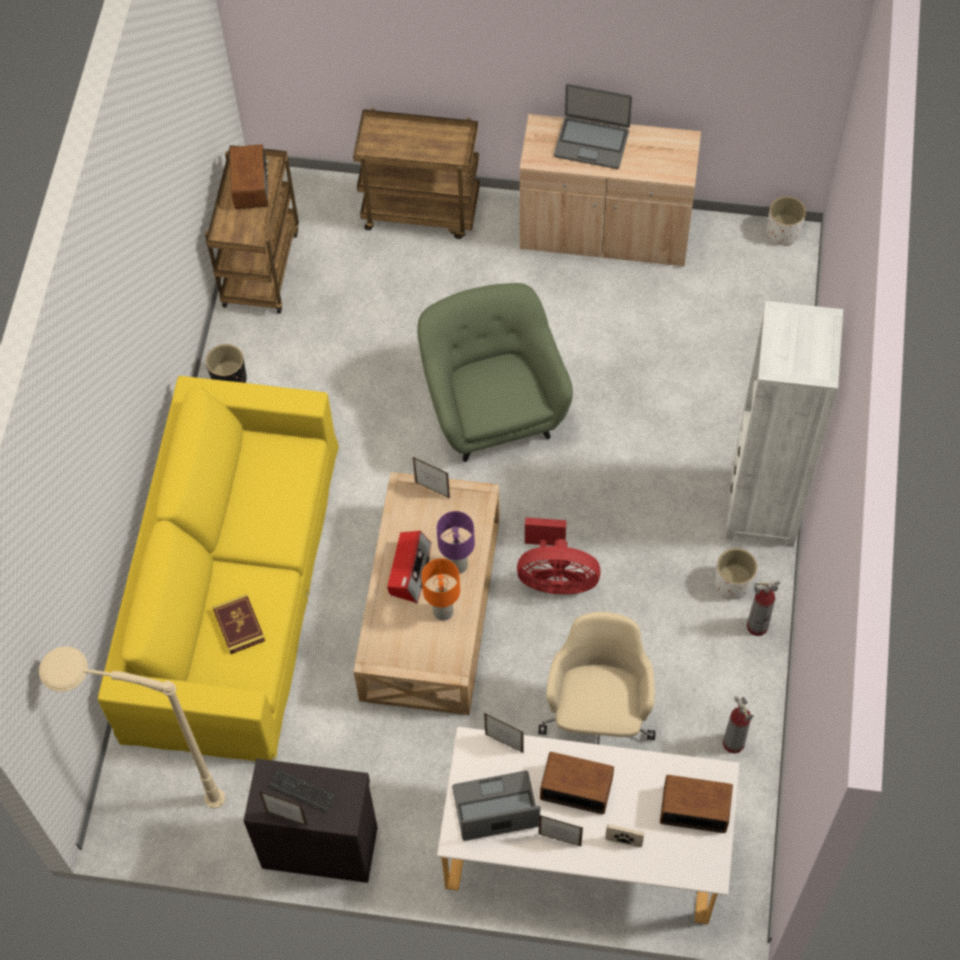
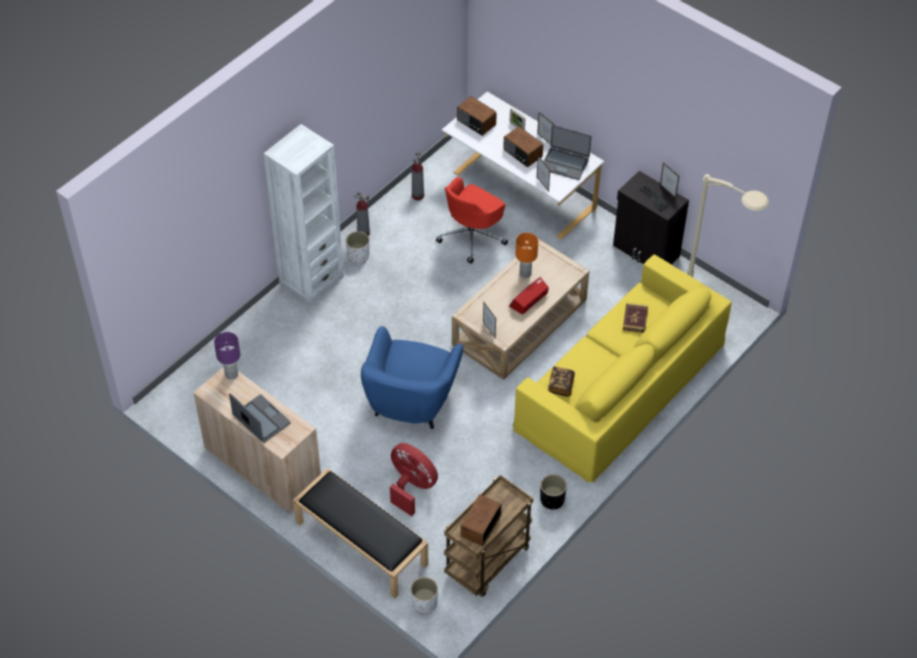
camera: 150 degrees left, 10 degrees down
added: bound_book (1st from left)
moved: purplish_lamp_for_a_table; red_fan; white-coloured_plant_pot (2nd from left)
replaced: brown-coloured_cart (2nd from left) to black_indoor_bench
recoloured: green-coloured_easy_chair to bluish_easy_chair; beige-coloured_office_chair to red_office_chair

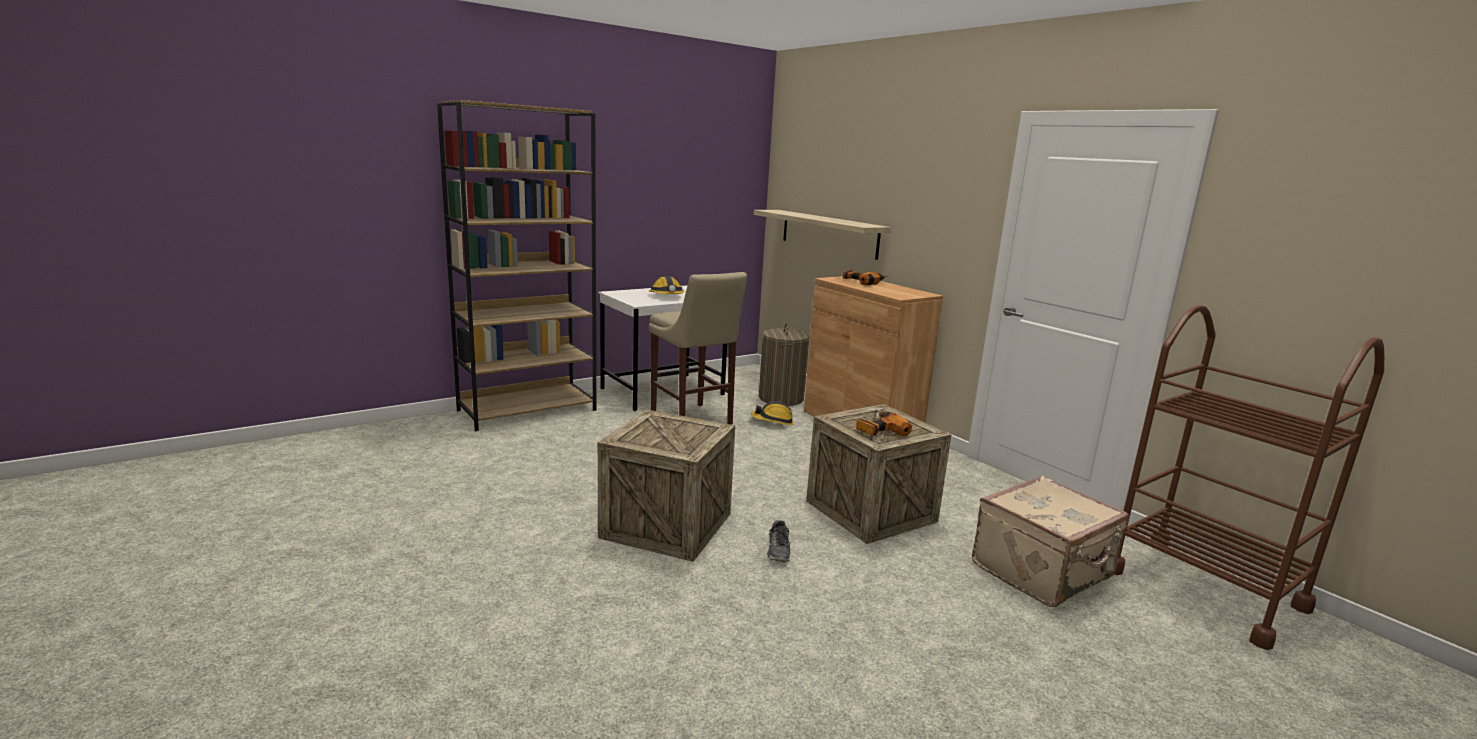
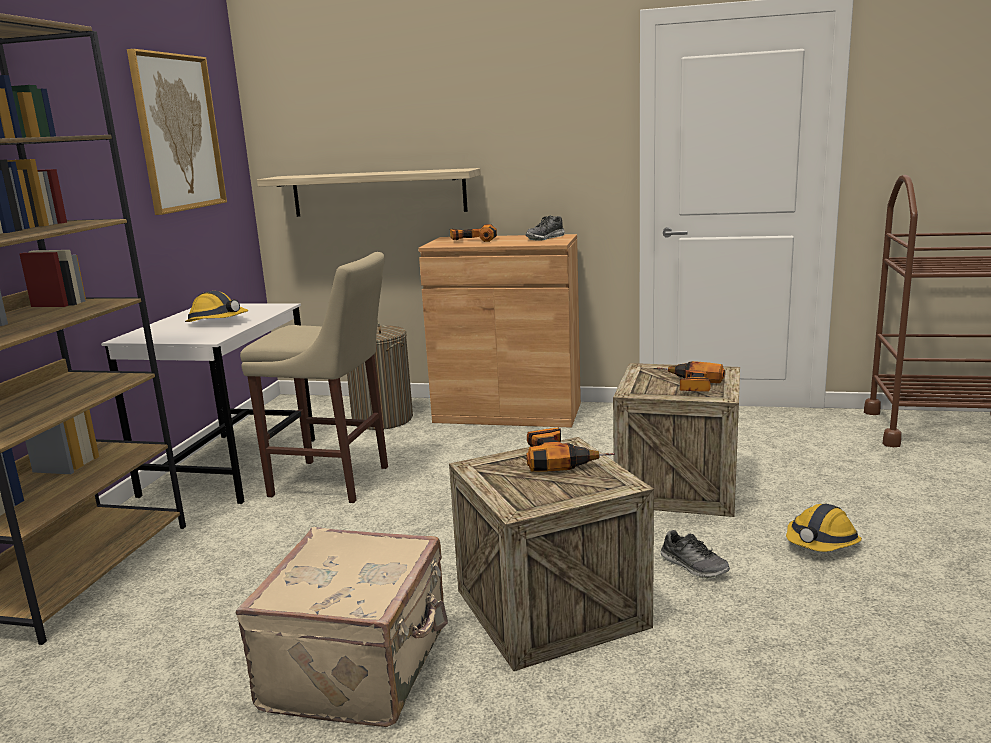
camera: 40 degrees left, 0 degrees up
added: picture; shoe (1st from left); electric_drill (2nd from left)
moved: hard_hat (2nd from left); beige-coloured_piece_of_luggage

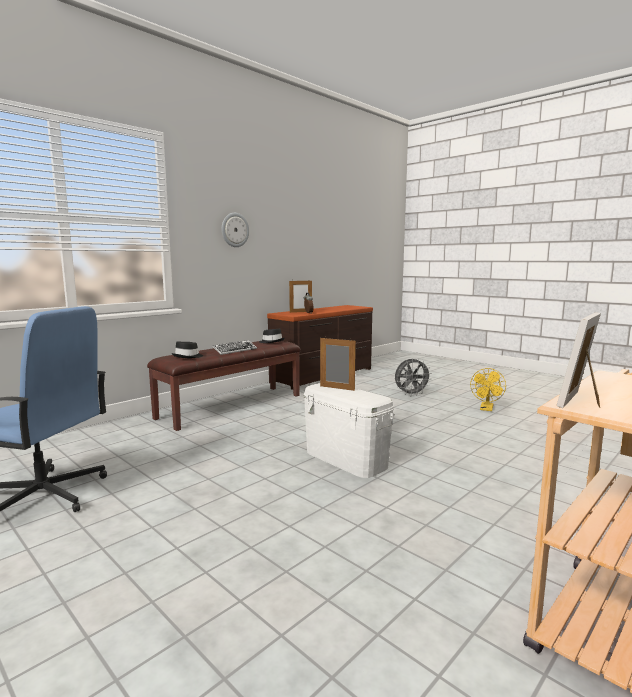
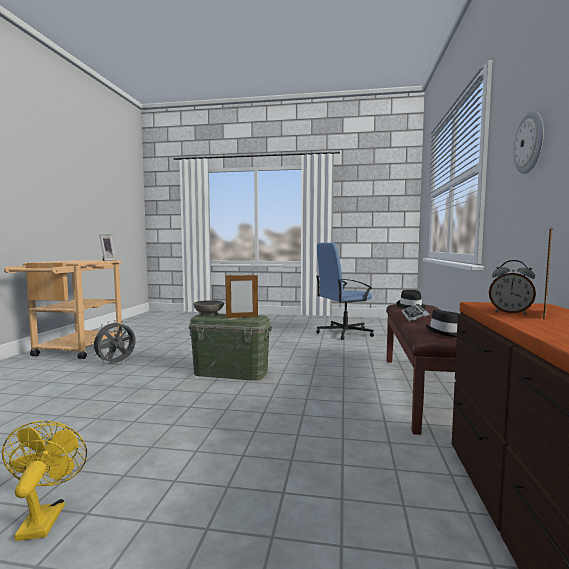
camera: 145 degrees right, 5 degrees down
added: gray_serving_bowl
moved: gray_fan
recoloured: white-coloured_storage_container to green-coloured_storage_container

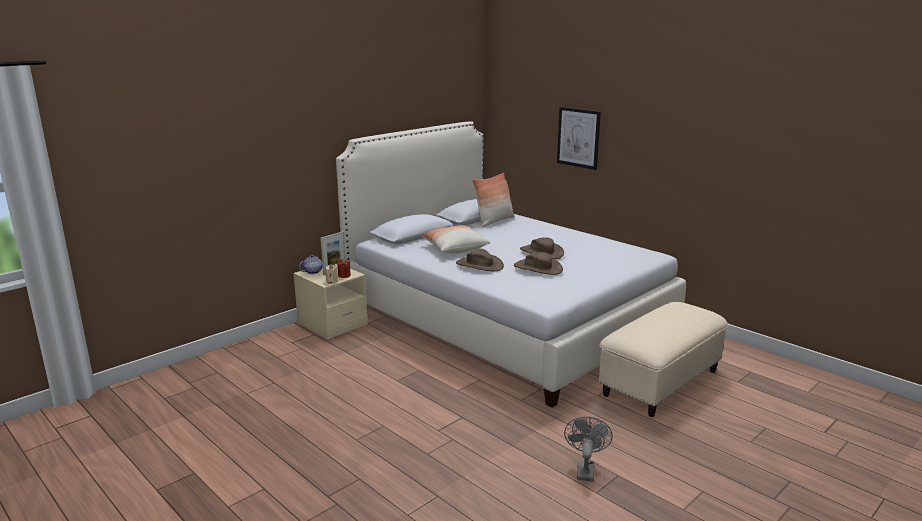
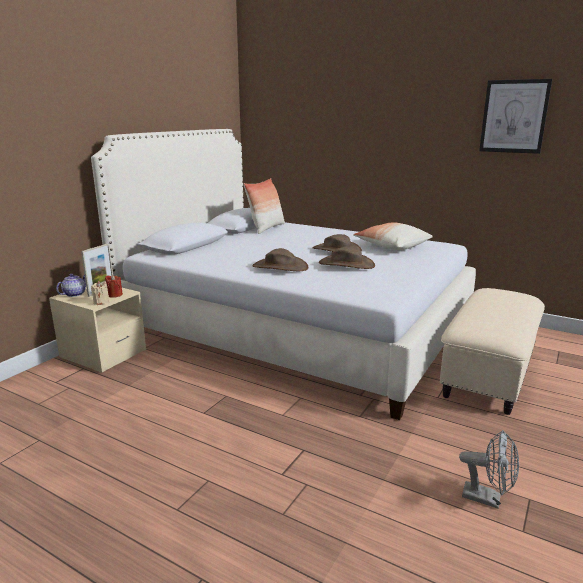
camera: 15 degrees left, 0 degrees up
moved: throw_pillow (1st from left in the first image) to throw_pillow (2nd from left); picture
turned: gray_fan 120 degrees clockwise

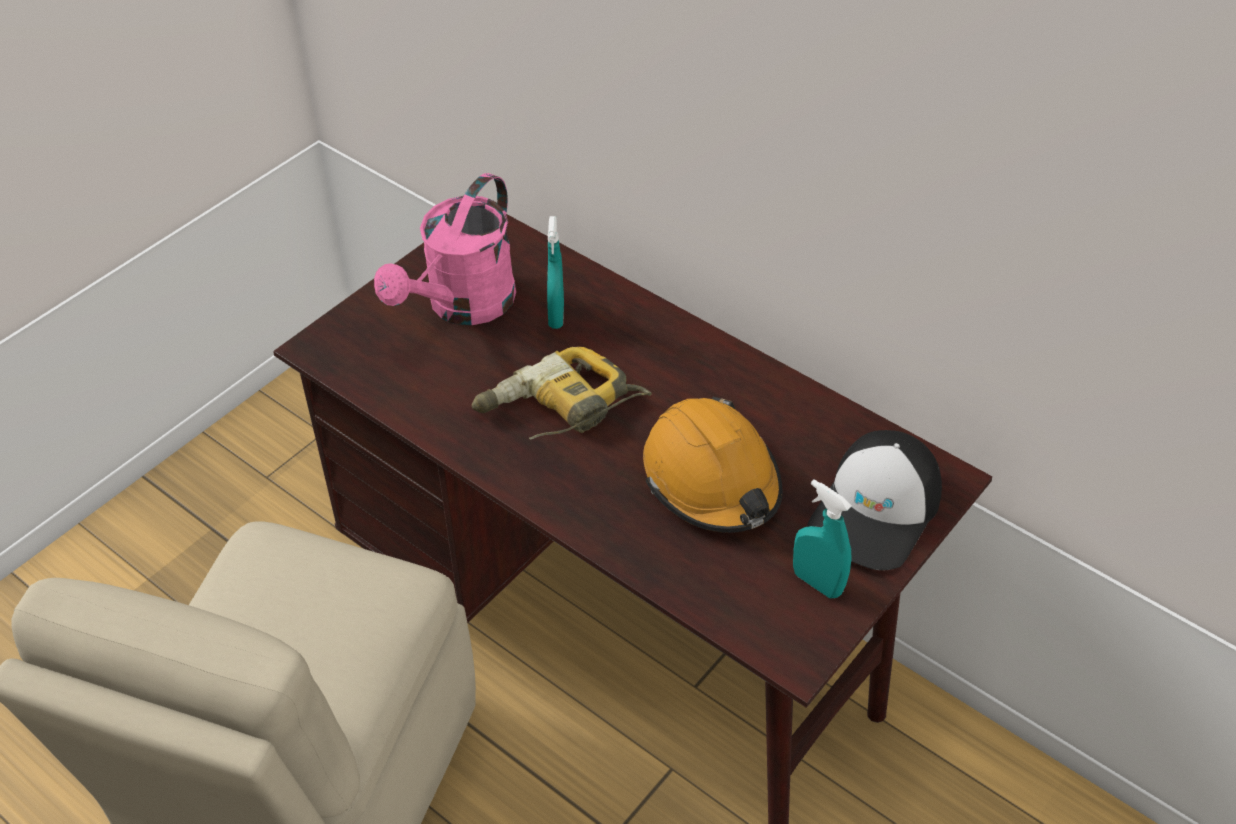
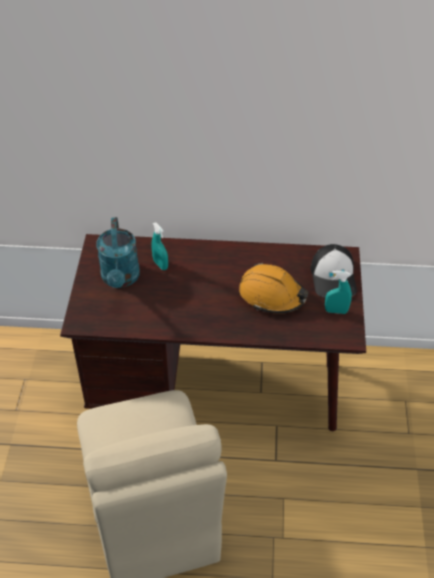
camera: 35 degrees left, 0 degrees up
removed: electric_drill
recoloured: pinkish_sprinkling_can to turquoise-coloured_sprinkling_can

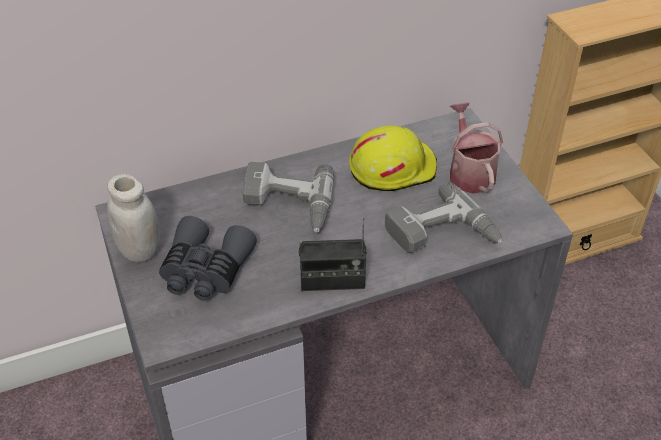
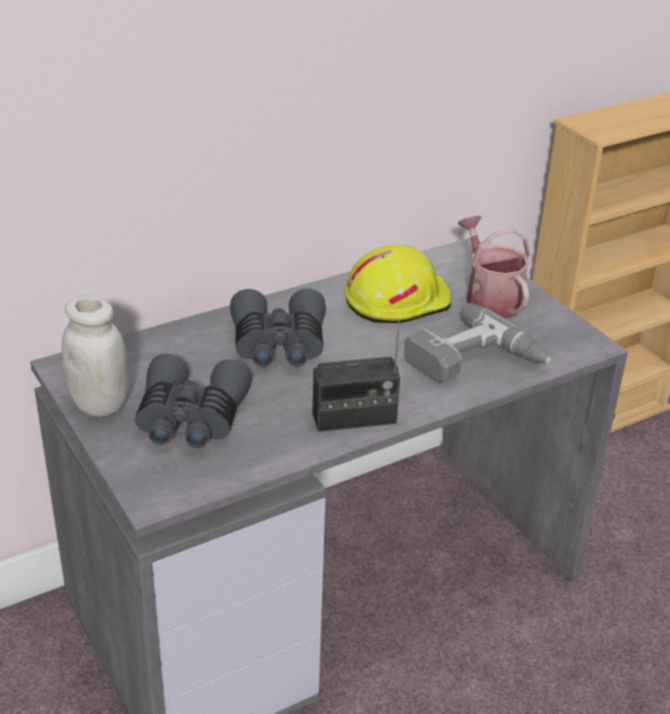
camera: 10 degrees left, 10 degrees down
replaced: electric_drill (1st from left) to gray_binoculars (2nd from left)

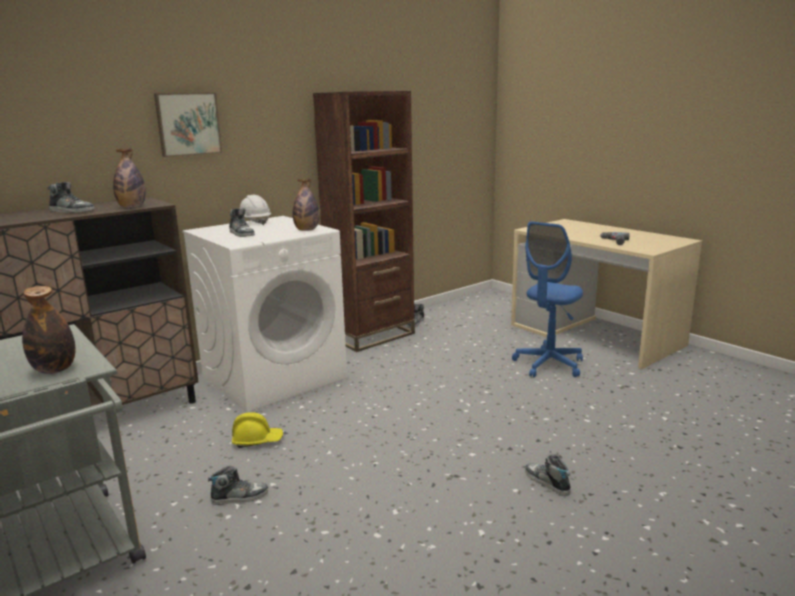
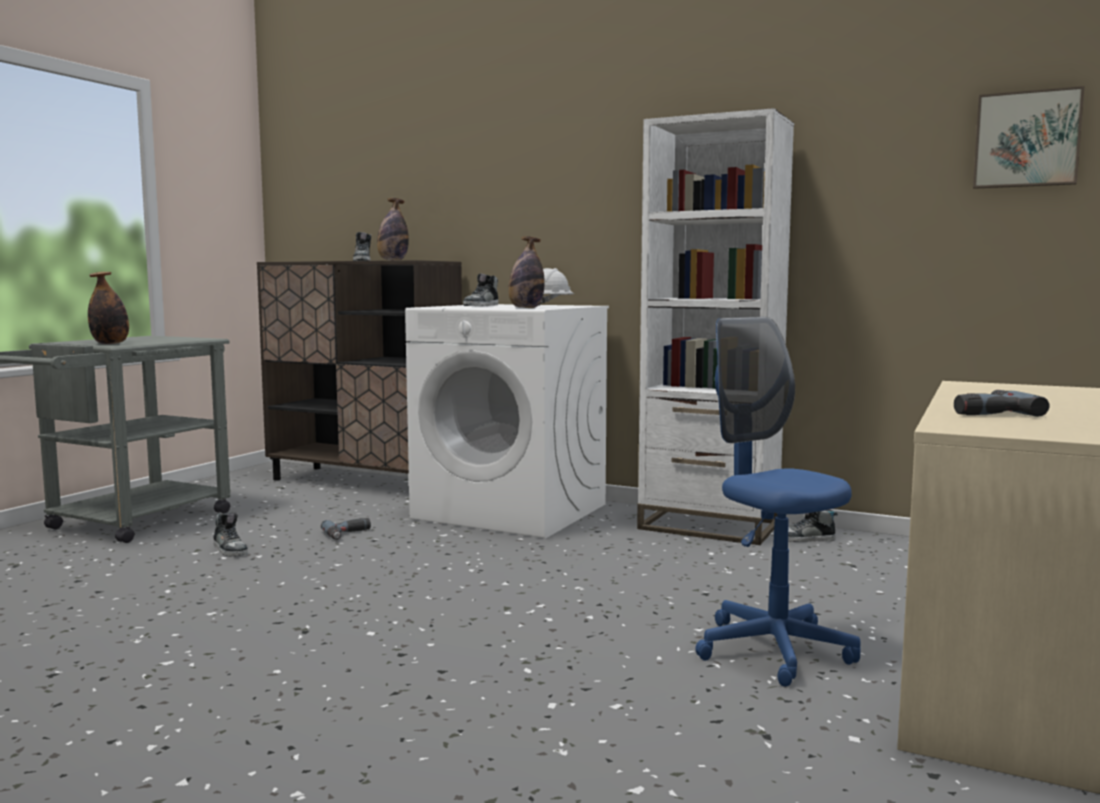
camera: 65 degrees right, 10 degrees down
removed: shoe (5th from left)
moved: picture
replaced: yellowish_hard_hat to electric_drill (1st from left)
recoloured: brown-coloured_bookshelf to white-coloured_bookshelf
turned: bluish_office_chair 45 degrees clockwise

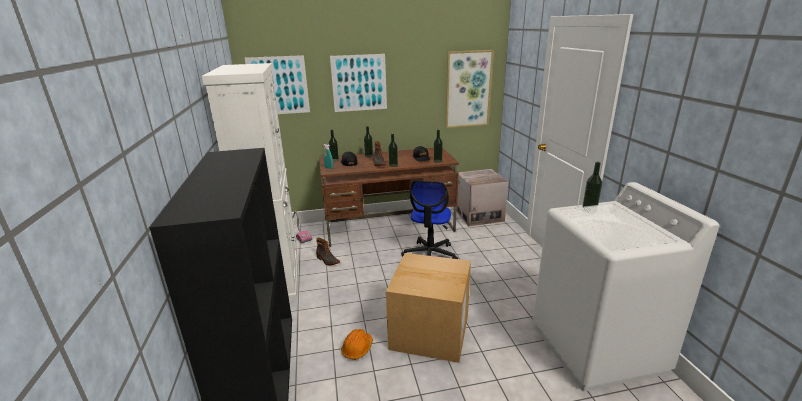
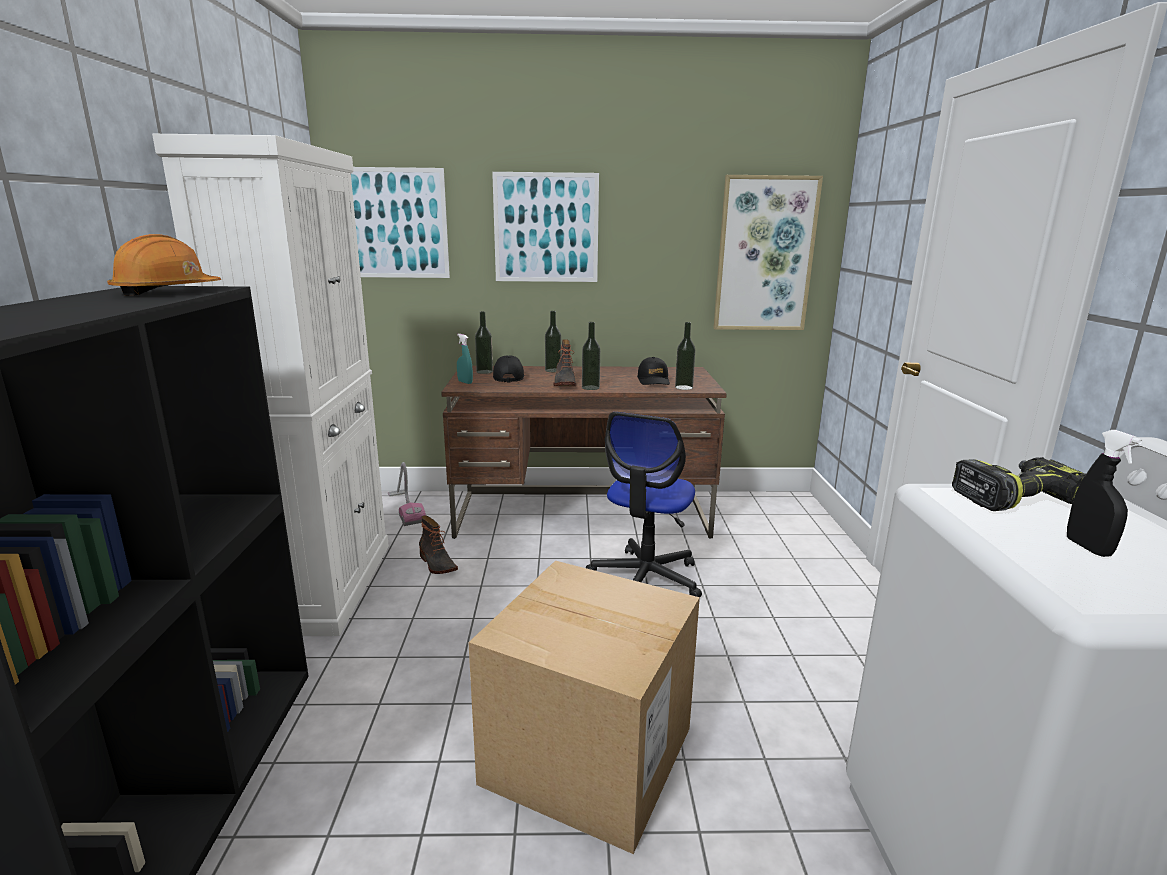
camera: 10 degrees right, 5 degrees down
removed: carton (2nd from left)
added: black_sprayer
moved: orange-coloured_hard_hat
replaced: bottle (5th from left) to electric_drill

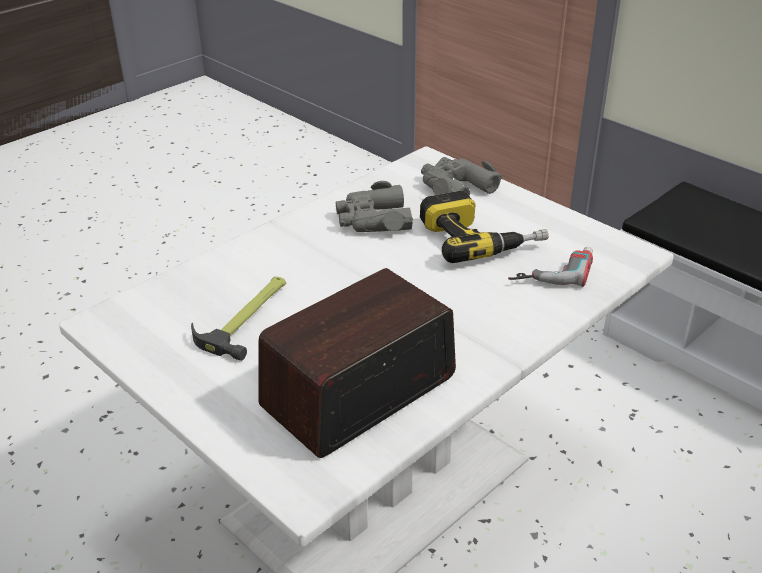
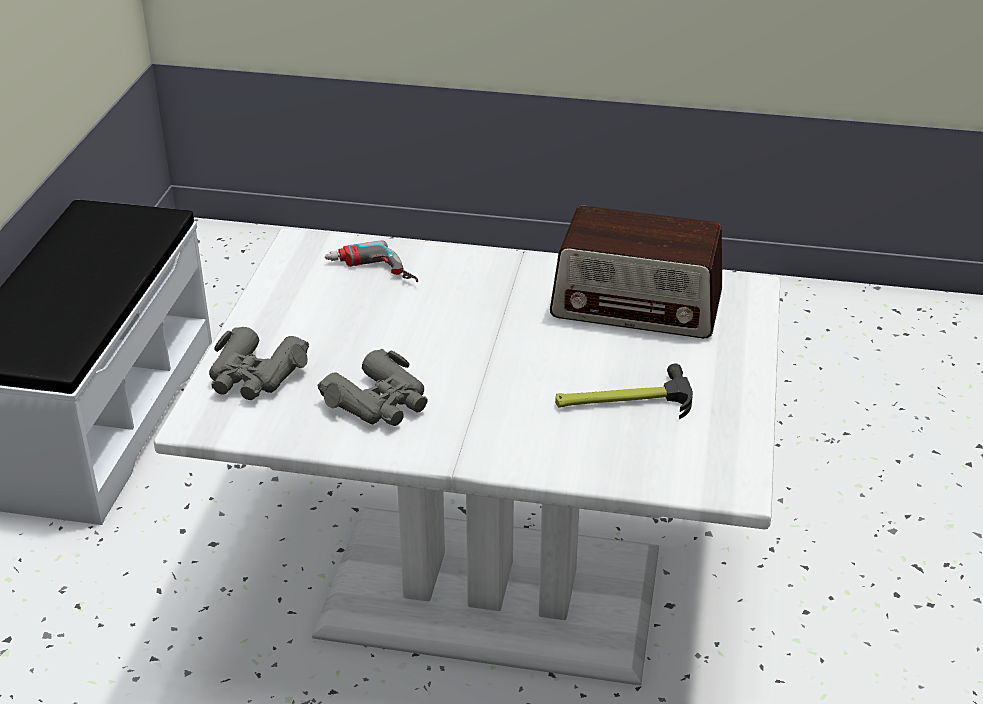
camera: 125 degrees left, 0 degrees up
removed: electric_drill (1st from left)

